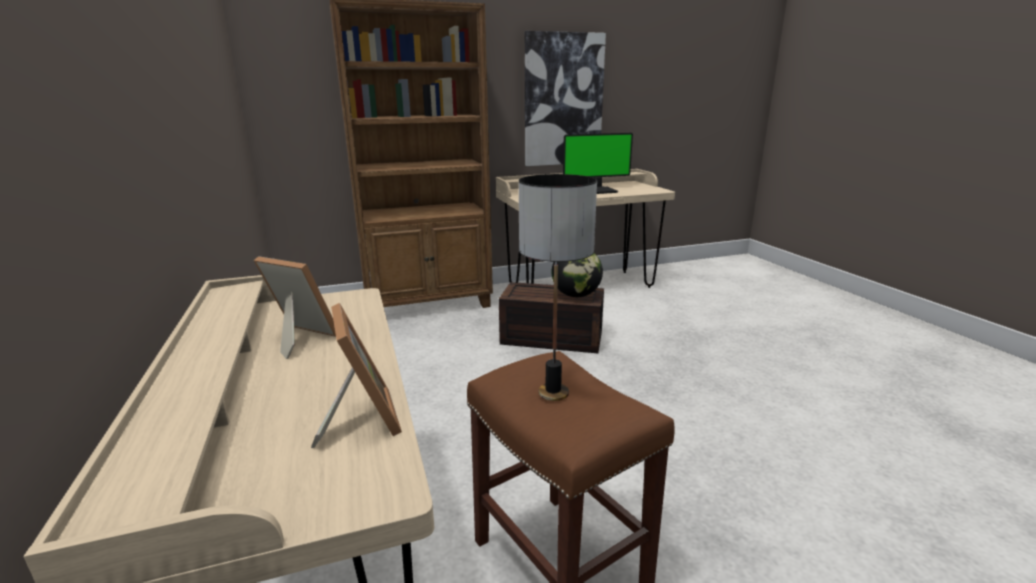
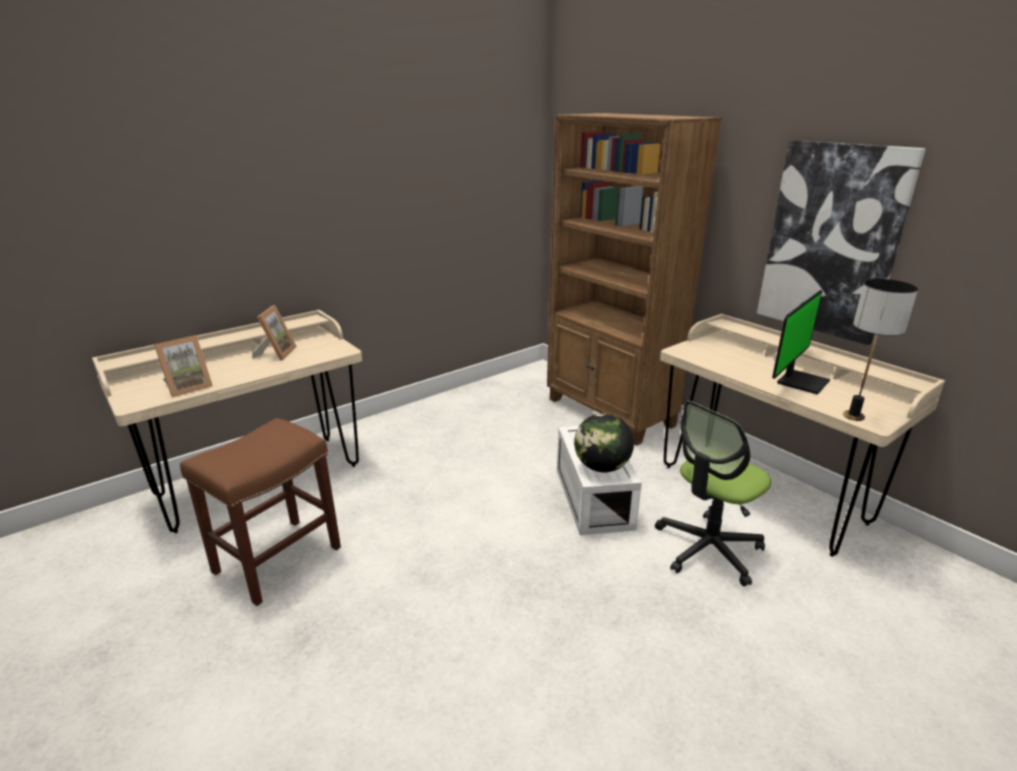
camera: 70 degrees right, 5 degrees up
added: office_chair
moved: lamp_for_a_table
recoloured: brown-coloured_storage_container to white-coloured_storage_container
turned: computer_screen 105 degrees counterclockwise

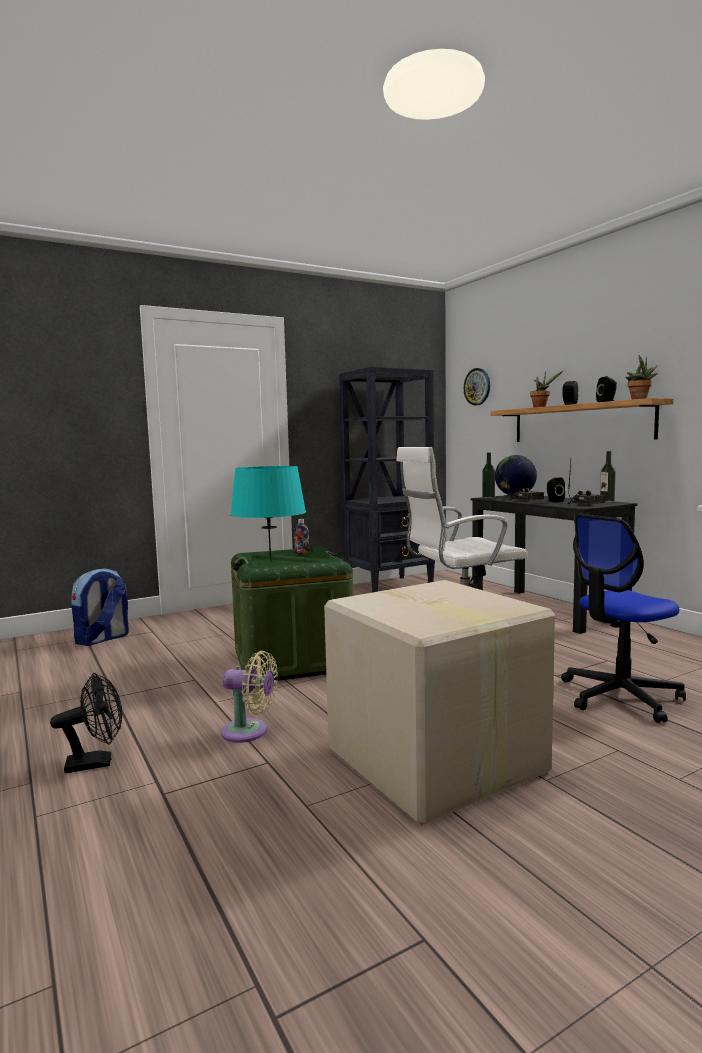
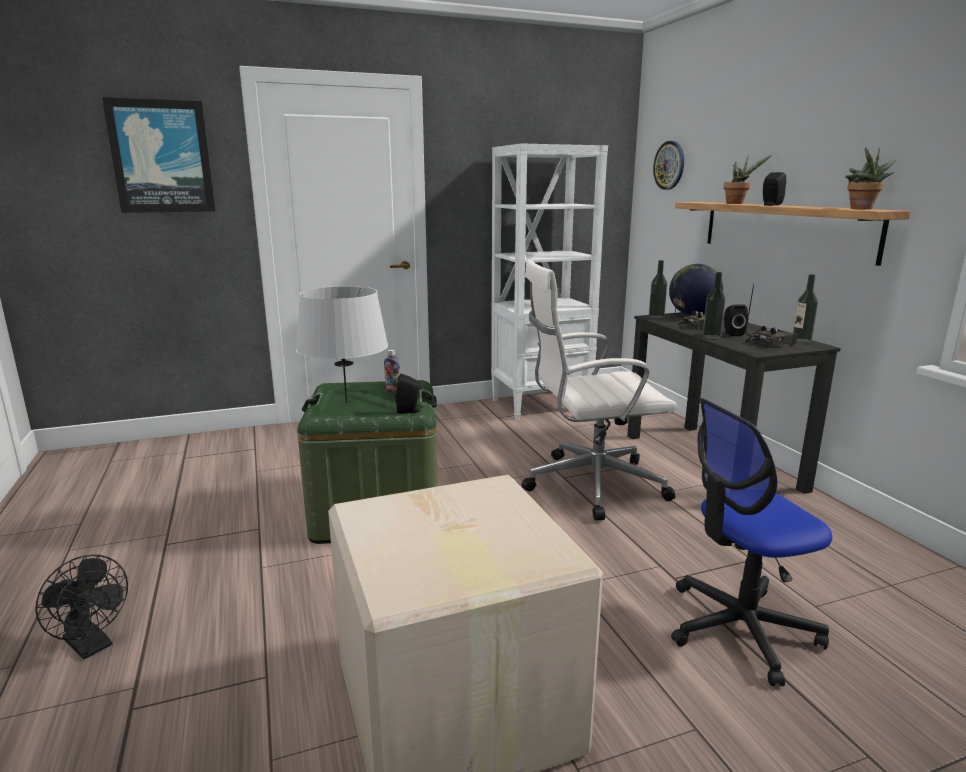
camera: 10 degrees right, 10 degrees up
removed: knapsack; beige-coloured_fan
added: picture; bottle (3rd from left)
moved: black_audio_speaker (3rd from left in the first image) to black_audio_speaker (1st from left)
recoloured: turquoise-coloured_lamp_for_a_table to gray_lamp_for_a_table; black_bookshelf to white-coloured_bookshelf
turned: black_fan 45 degrees clockwise

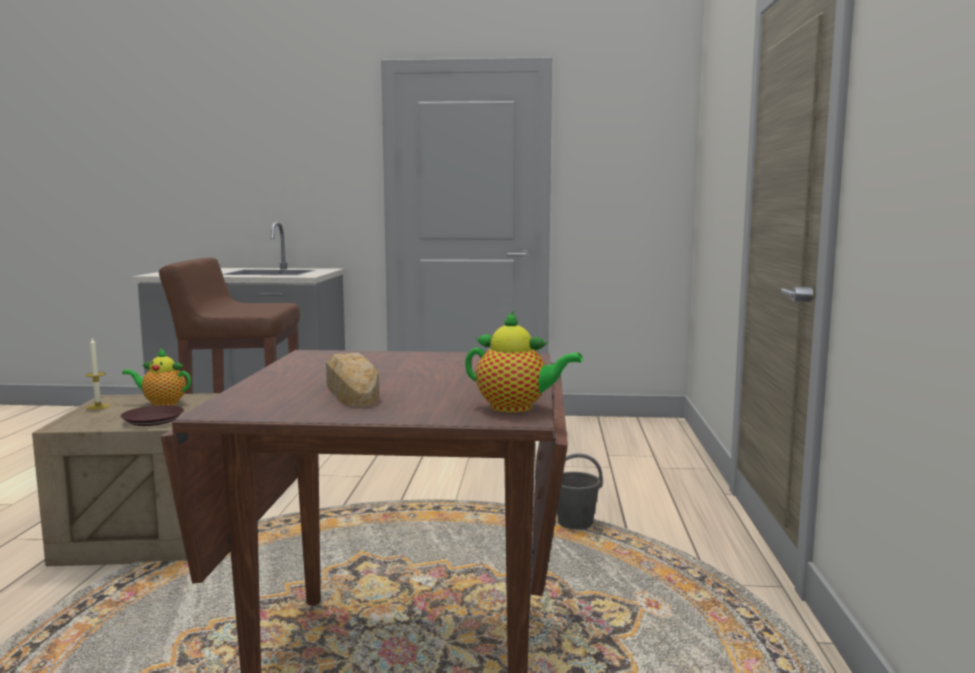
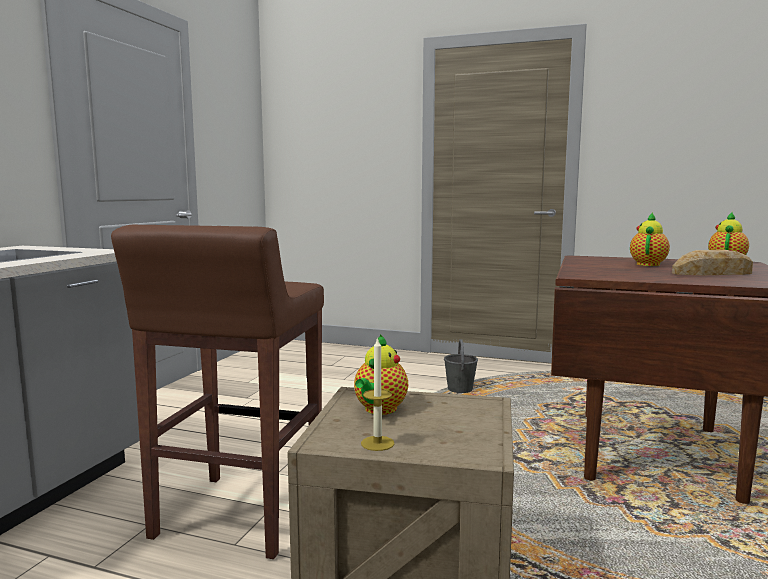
camera: 75 degrees left, 0 degrees up
removed: brown-coloured_flat_dish
added: teapot (2nd from left)

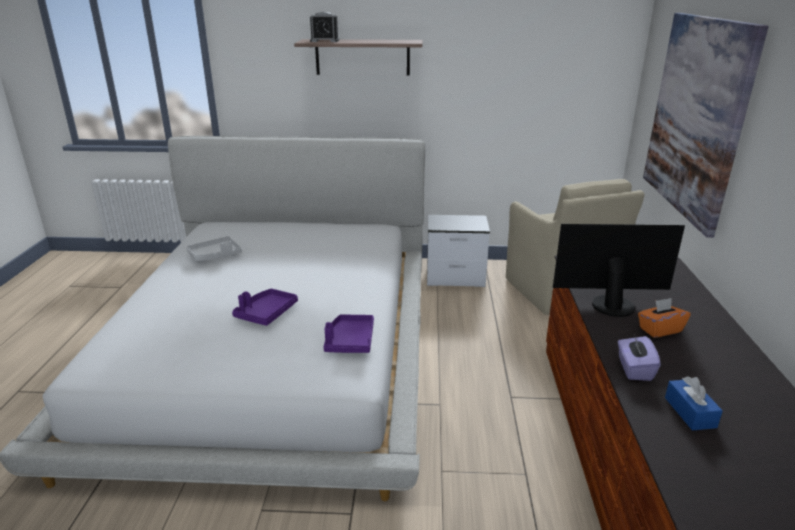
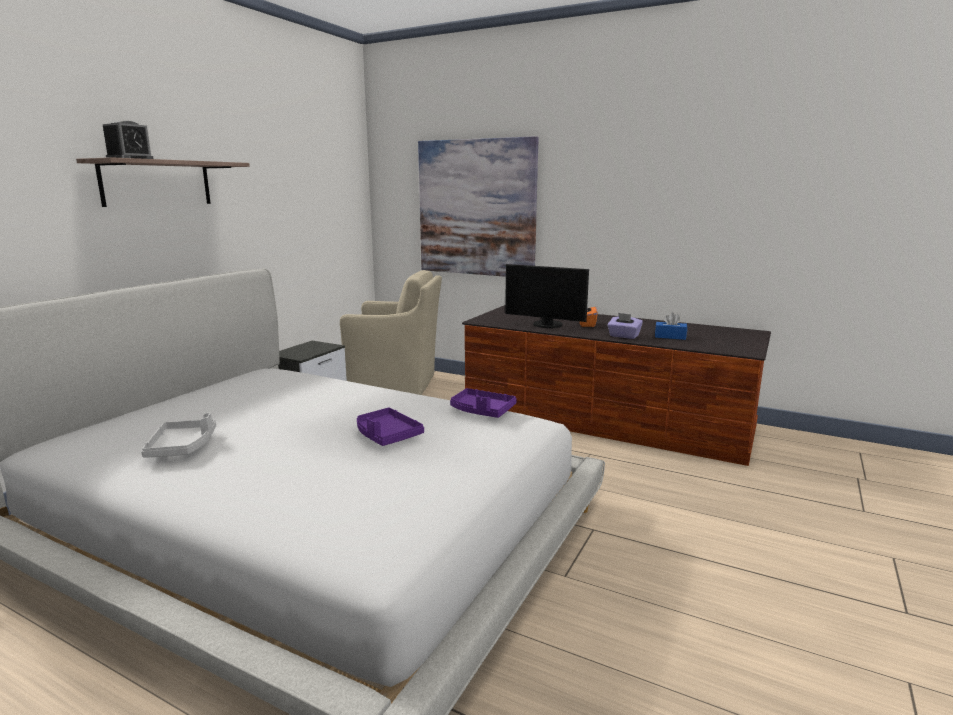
camera: 65 degrees left, 10 degrees down
turned: computer_screen 90 degrees counterclockwise

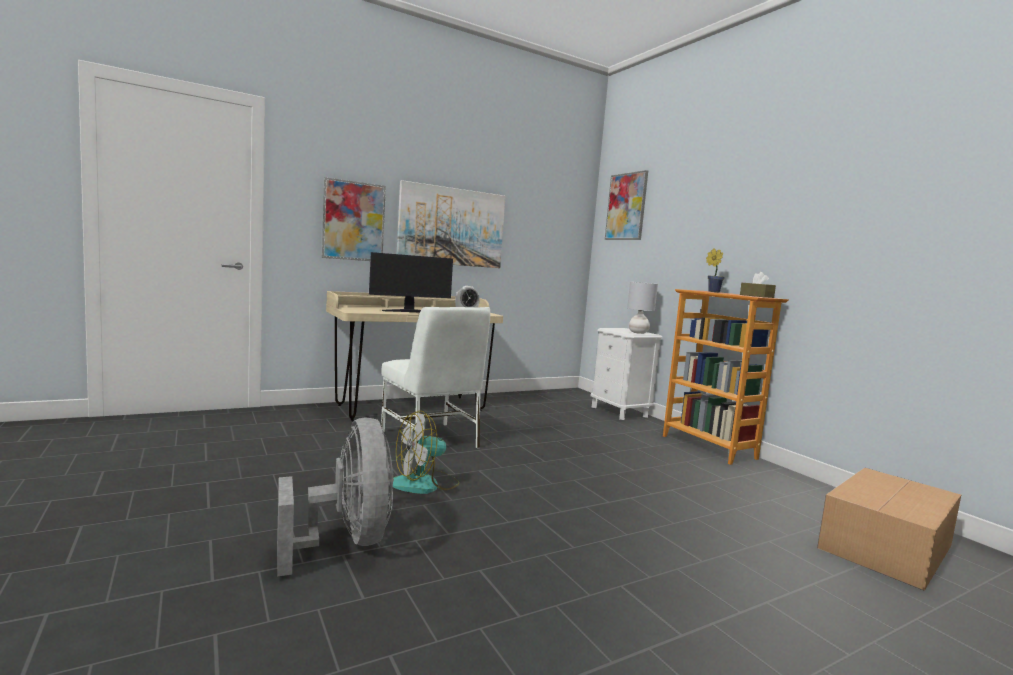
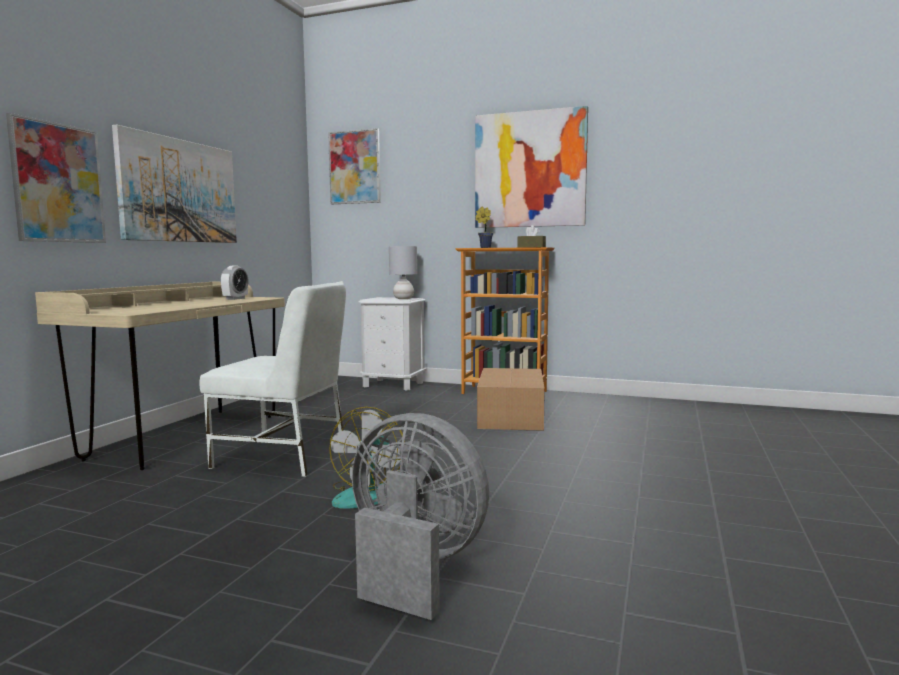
camera: 40 degrees left, 0 degrees up
removed: computer_screen
added: picture (4th from left)
moved: carton

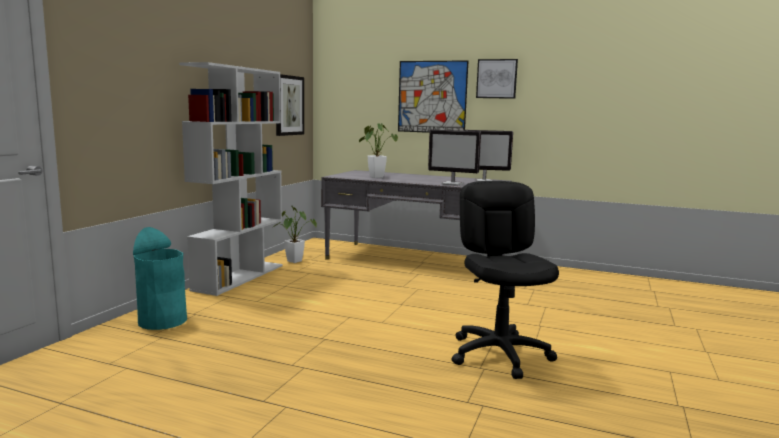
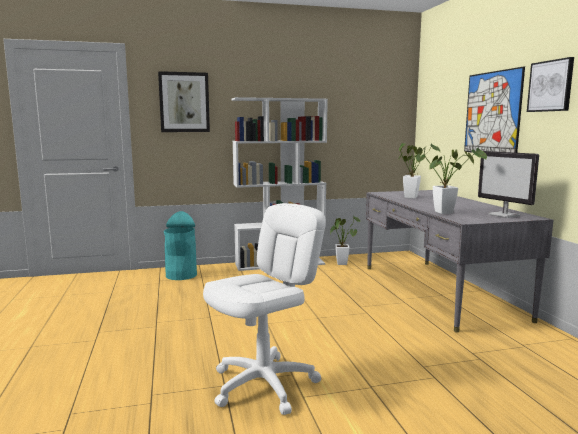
camera: 55 degrees right, 0 degrees up
moved: picture (1st from left)
replaced: computer_screen (1st from left) to houseplant (3rd from left)
recoloured: black_office_chair to white-coloured_office_chair

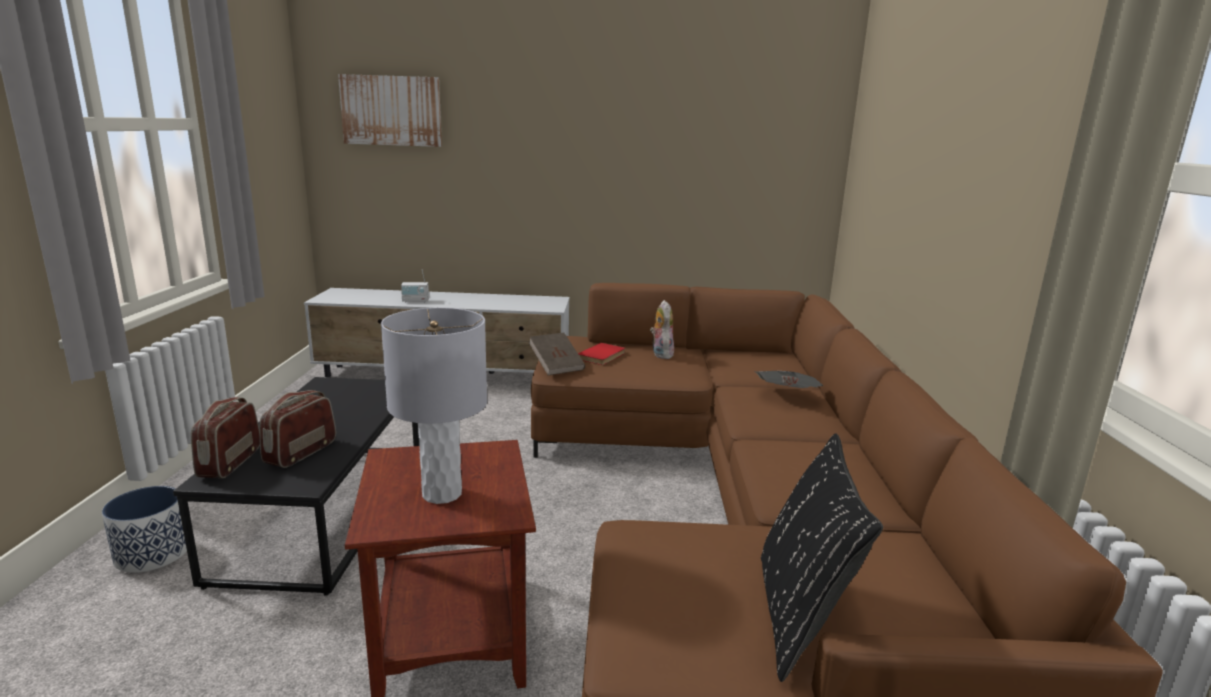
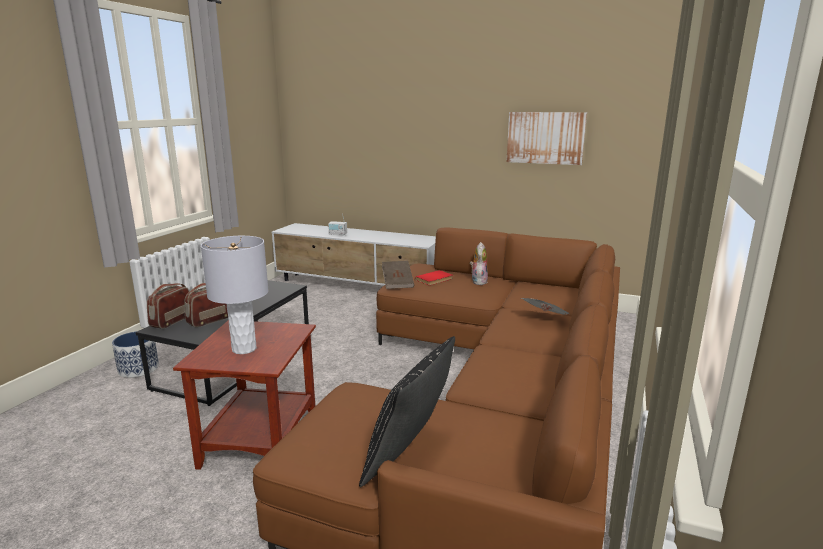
camera: 20 degrees right, 0 degrees up
moved: picture

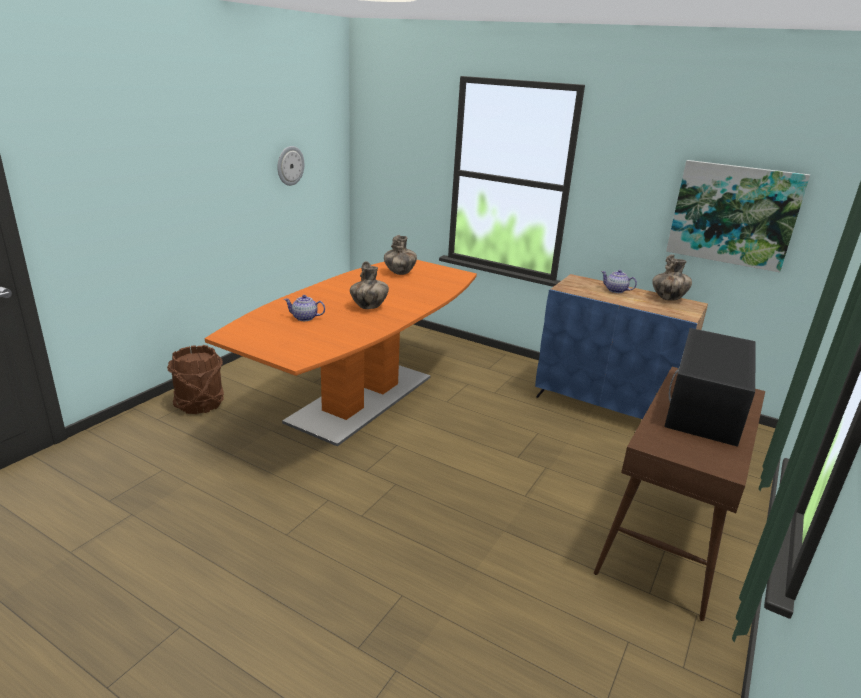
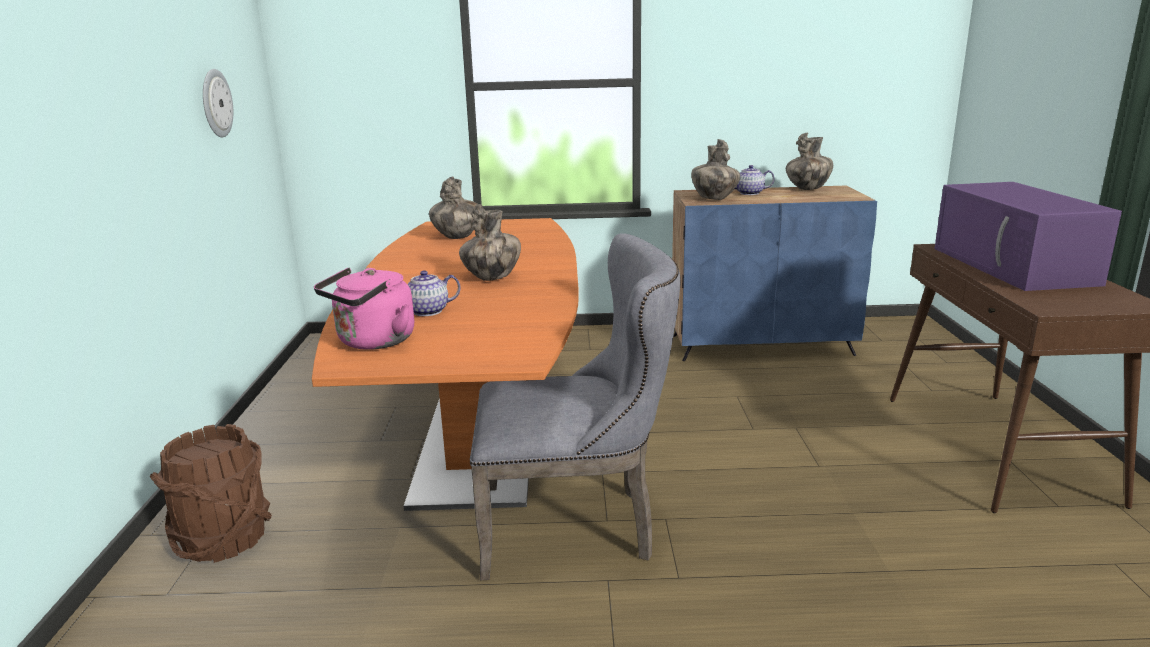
camera: 30 degrees left, 5 degrees down
removed: picture
added: pinkish_tea_kettle; gray_chair; vase (3rd from left)
recoloured: black_microwave_oven to purplish_microwave_oven

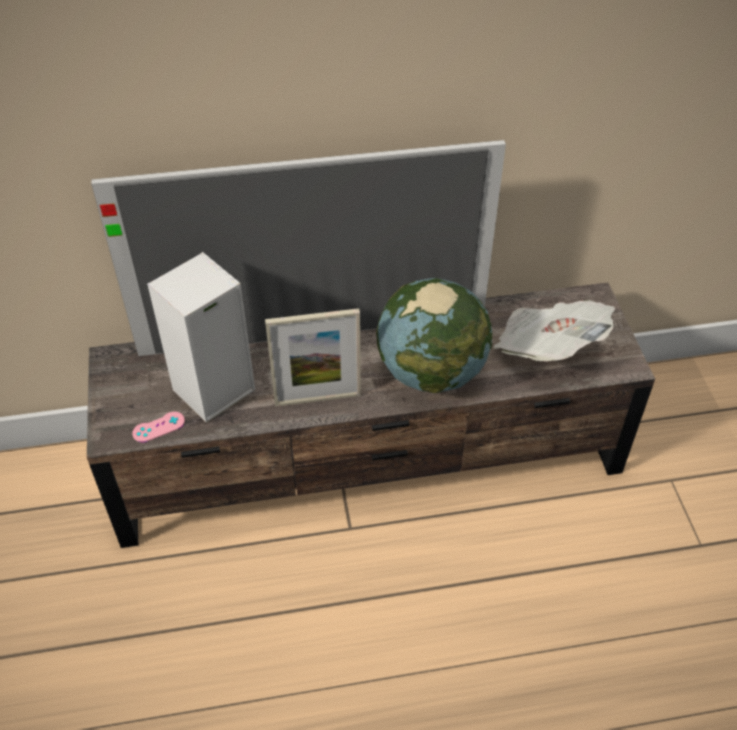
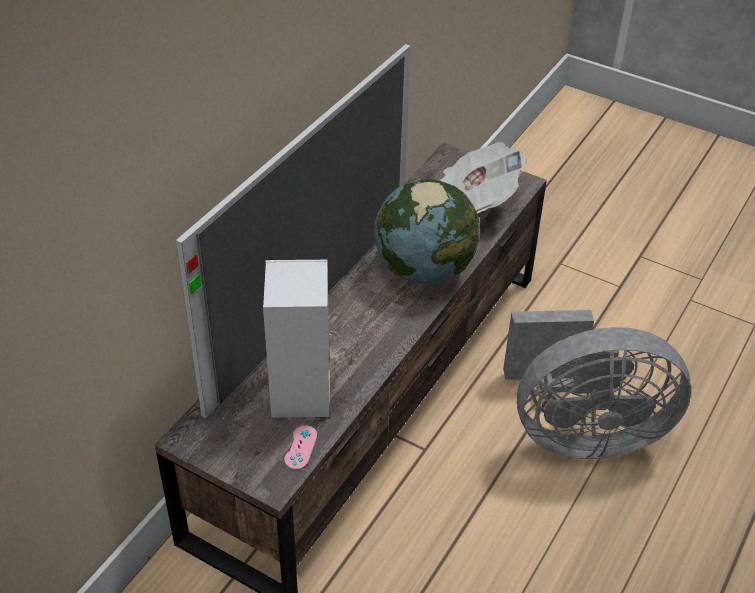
camera: 50 degrees left, 5 degrees down
removed: photo_frame
added: gray_fan

